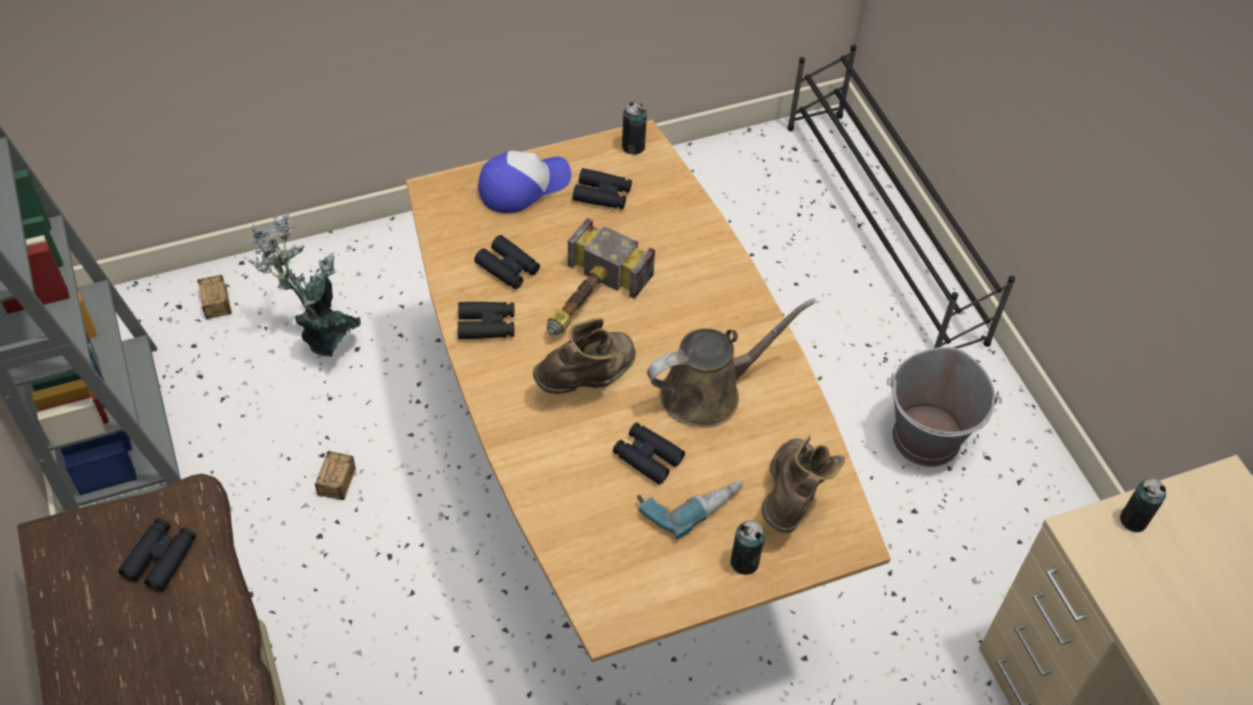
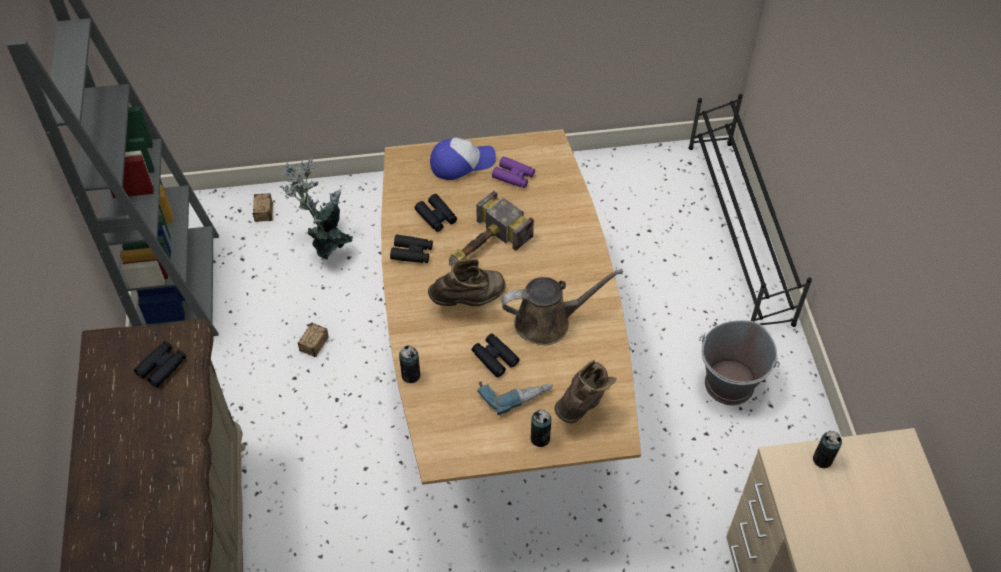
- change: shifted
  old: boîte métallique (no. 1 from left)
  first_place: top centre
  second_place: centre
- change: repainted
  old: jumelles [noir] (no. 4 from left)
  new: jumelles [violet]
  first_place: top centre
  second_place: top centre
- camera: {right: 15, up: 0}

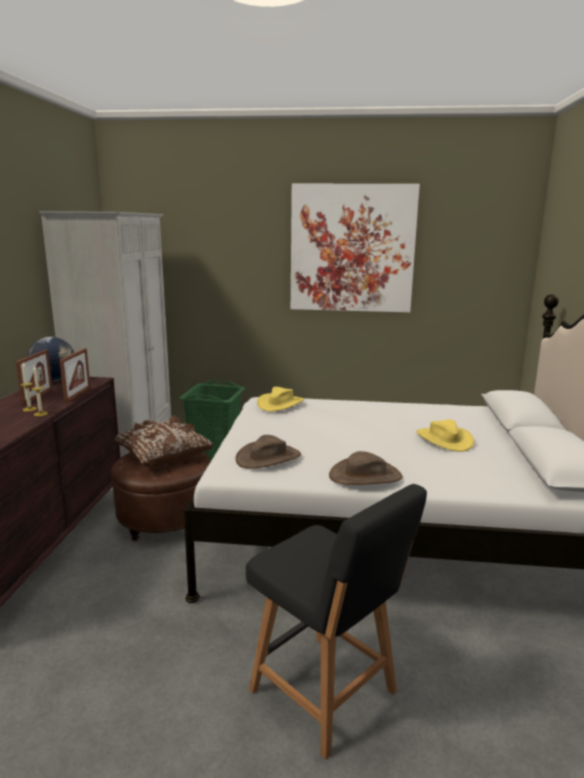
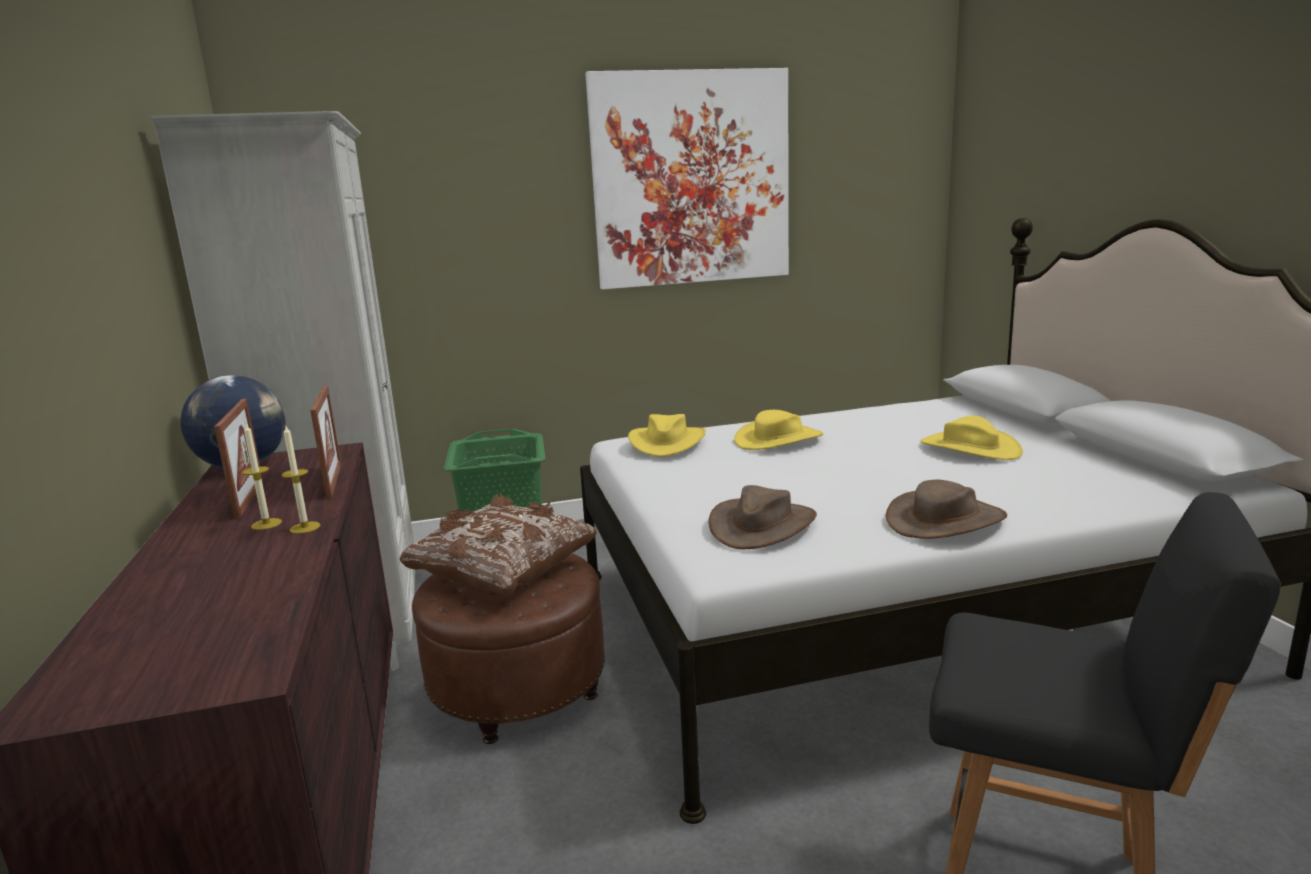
- change: new
  new: chapeau [jaune] (no. 2 from left)
  second_place: centre
- camera: {right: -20, up: 0}

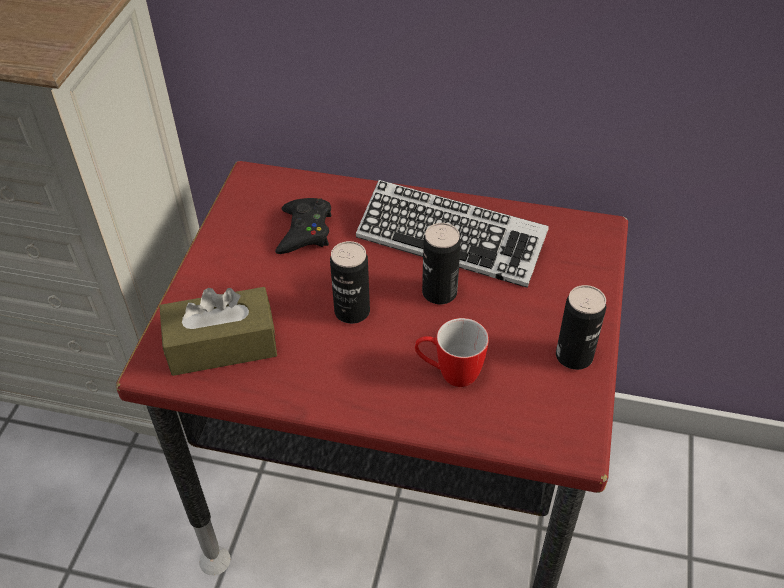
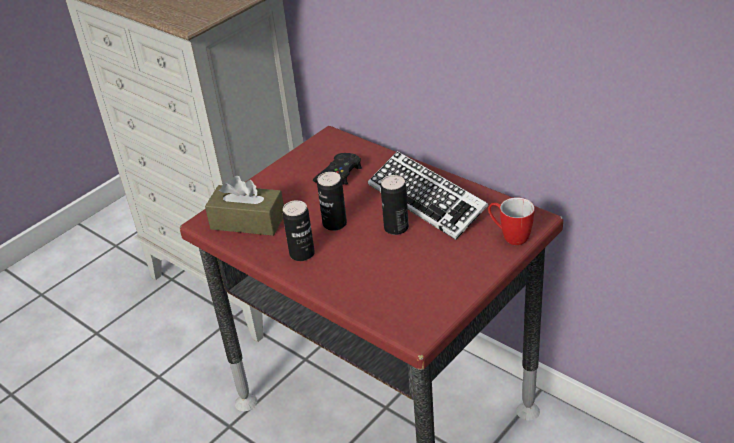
- change: shifted
  old: boîte métallique (no. 3 from left in the first image)
  new: boîte métallique (no. 1 from left)
  first_place: middle right
  second_place: centre
- change: shifted
  old: mug
  first_place: centre
  second_place: middle right
- camera: {right: 30, up: -10}

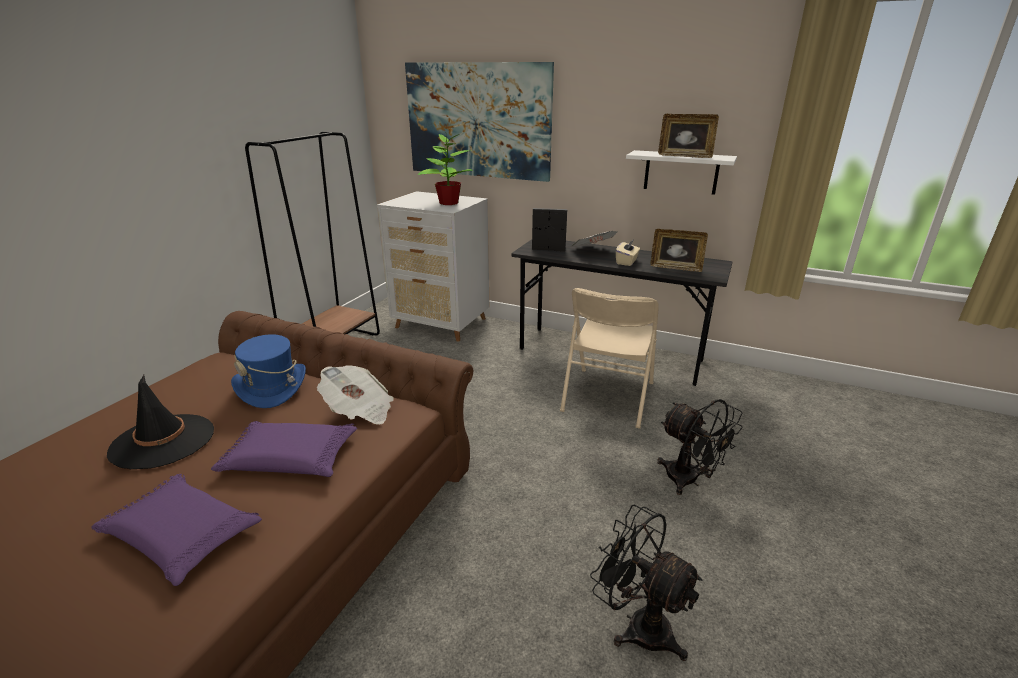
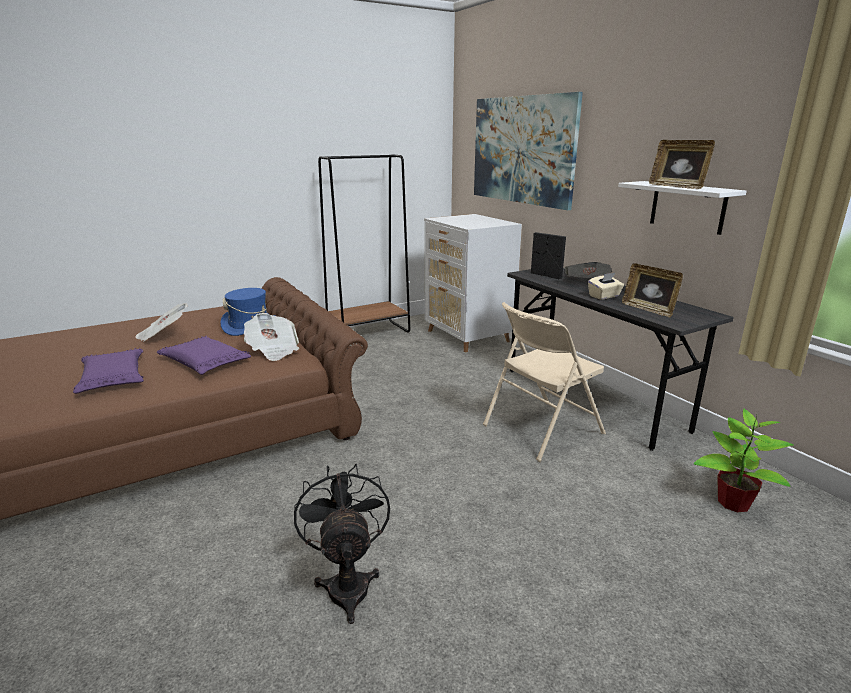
- change: swapped
  old: chapeau [noir]
  new: journal (no. 1 from left)
  first_place: middle left
  second_place: middle left
- change: shifted
  old: plante en pot
  first_place: top centre
  second_place: middle right
- change: gone
  old: ventilateur [noir] (no. 2 from left)
  first_place: middle right
- camera: {right: 35, up: -5}

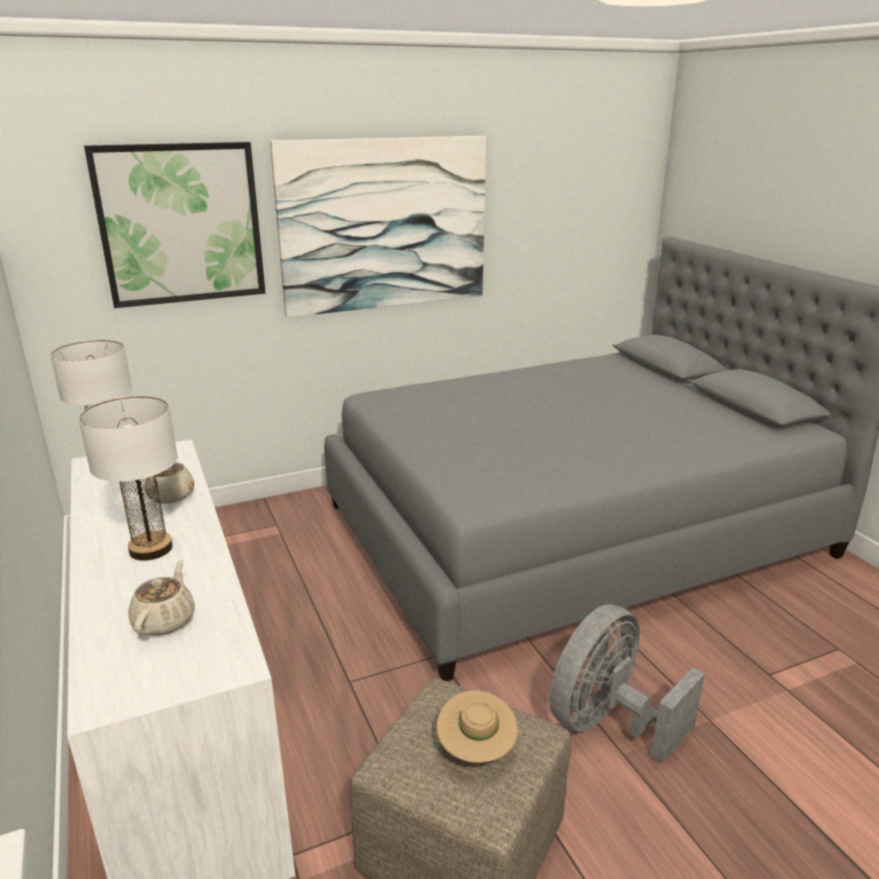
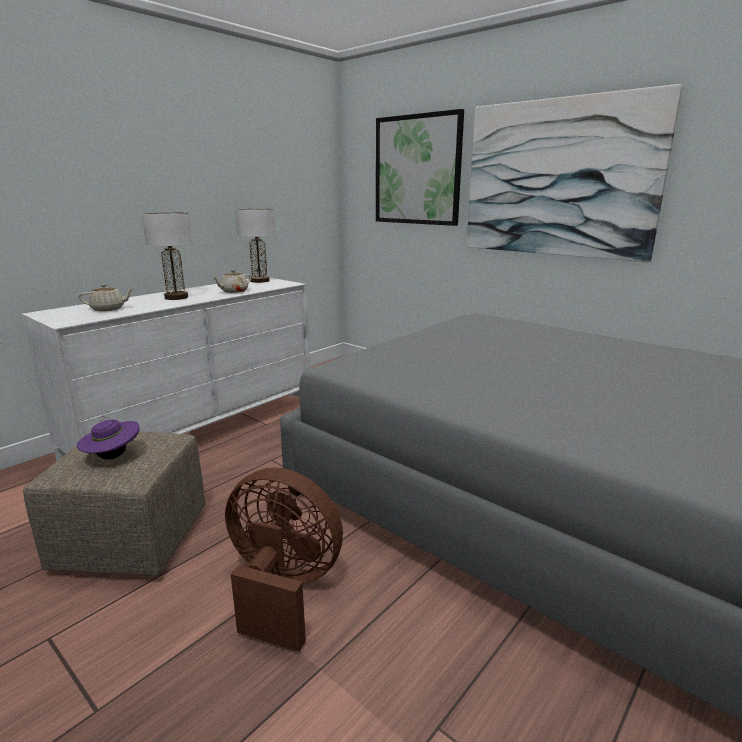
- change: repainted
  old: chapeau [beige]
  new: chapeau [violet]
  first_place: bottom centre
  second_place: middle left
- change: repainted
  old: ventilateur [gris]
  new: ventilateur [marron]
  first_place: bottom right
  second_place: bottom centre
- camera: {right: 65, up: -5}

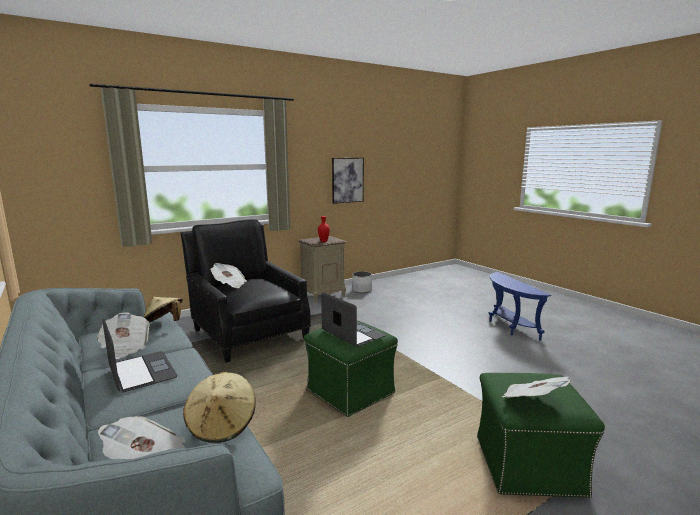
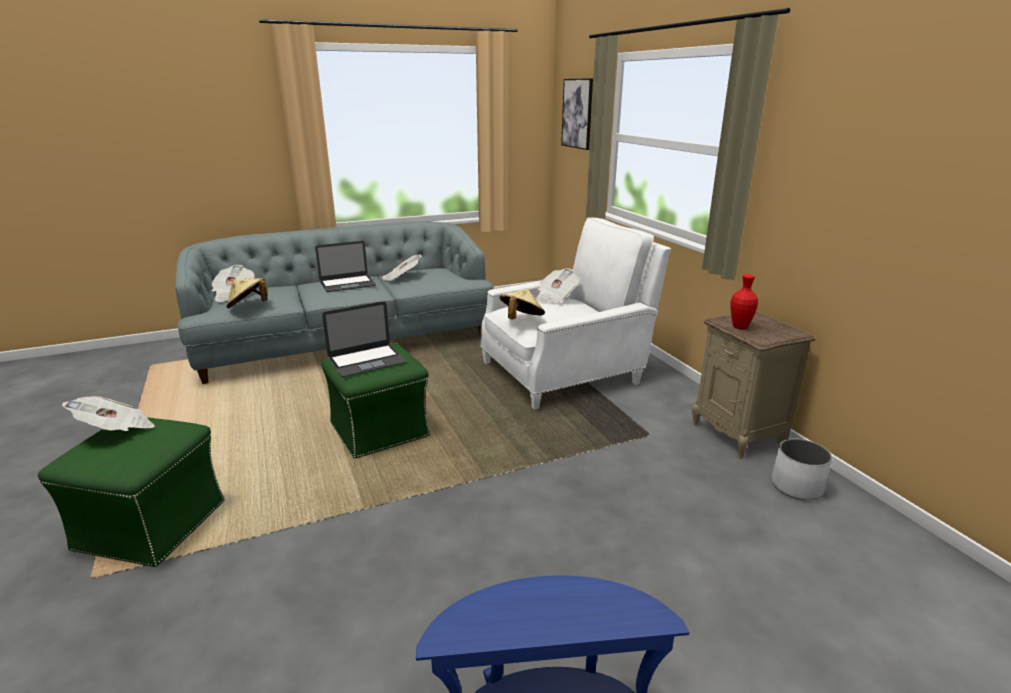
- change: repainted
  old: fauteuil [noir]
  new: fauteuil [blanc]
  first_place: centre
  second_place: centre
- change: shifted
  old: chapeau [beige] (no. 1 from left in the first image)
  new: chapeau [beige] (no. 2 from left)
  first_place: middle left
  second_place: centre
- change: shifted
  old: tableau
  first_place: centre
  second_place: top centre
- camera: {right: 100, up: 10}

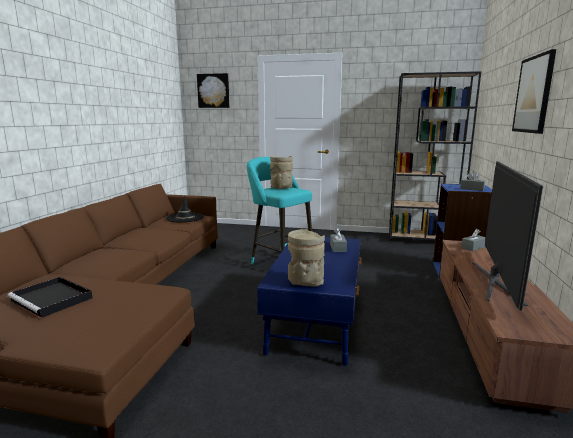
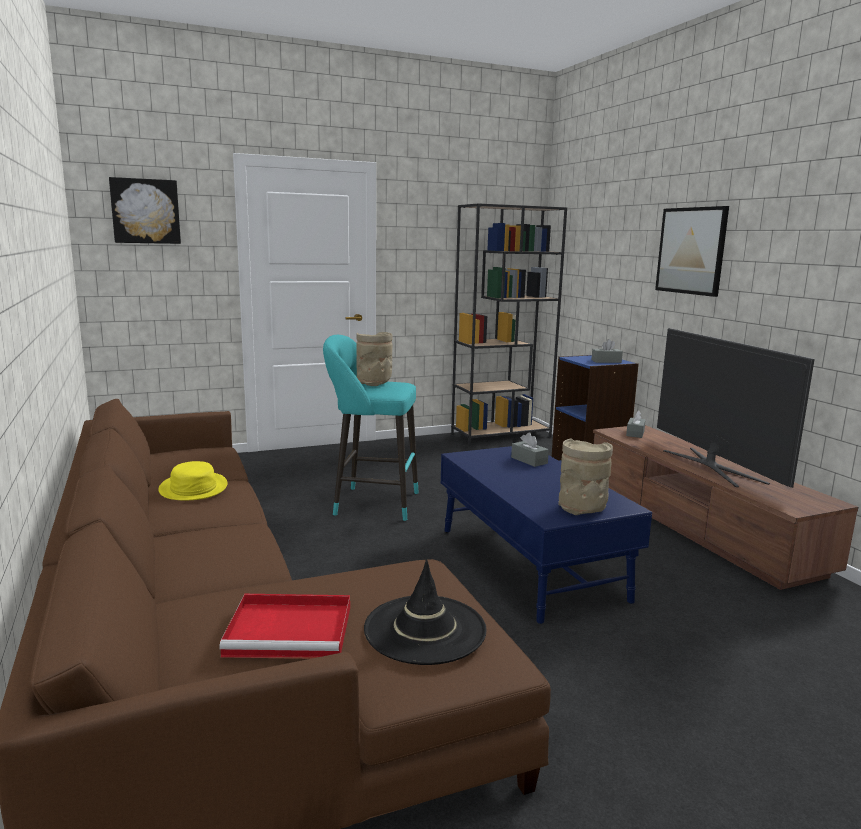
- change: new
  new: chapeau [jaune]
  second_place: middle left
- change: repainted
  old: plateau [noir]
  new: plateau [rouge]
  first_place: bottom left
  second_place: bottom left
- change: shifted
  old: chapeau [noir]
  first_place: middle left
  second_place: bottom centre
- camera: {right: -35, up: 0}

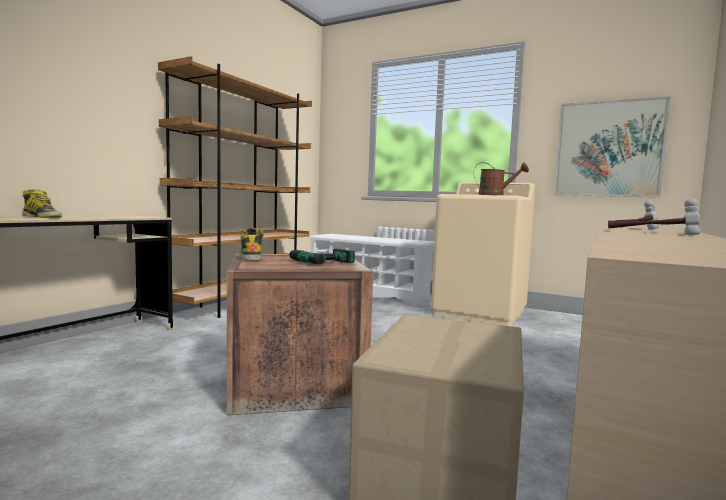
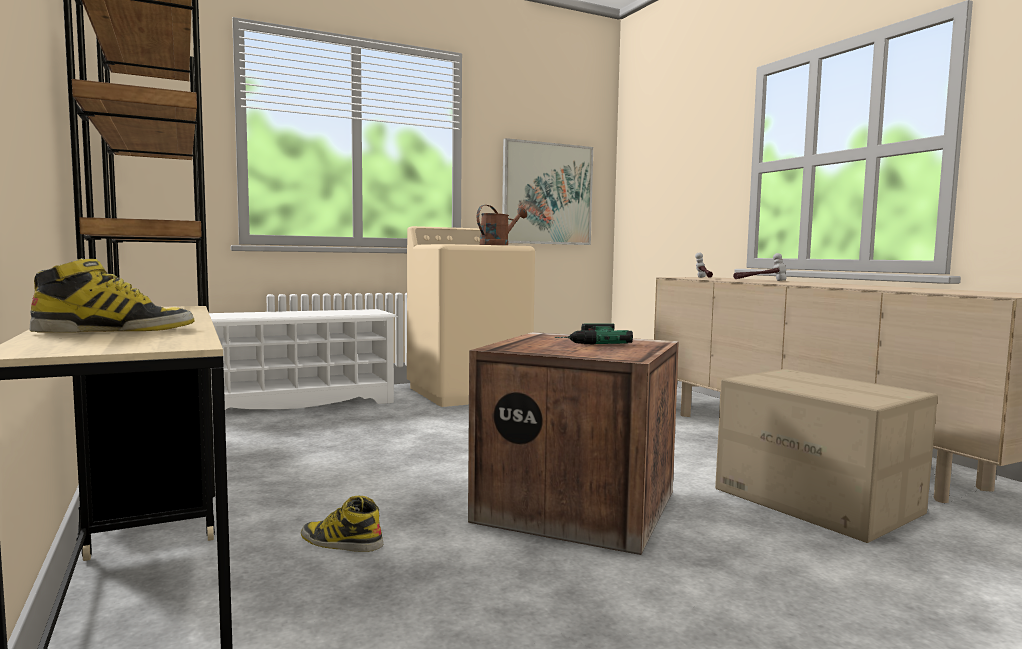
- change: shifted
  old: botte (no. 2 from left)
  first_place: centre
  second_place: bottom centre
- camera: {right: -55, up: 0}

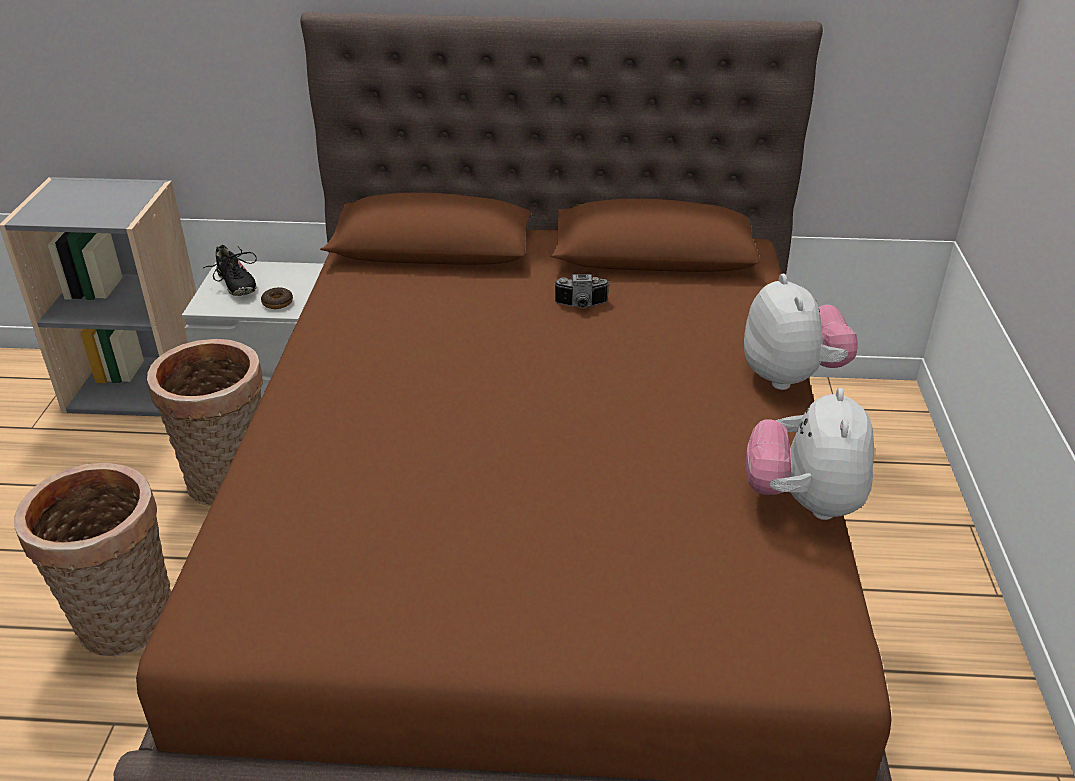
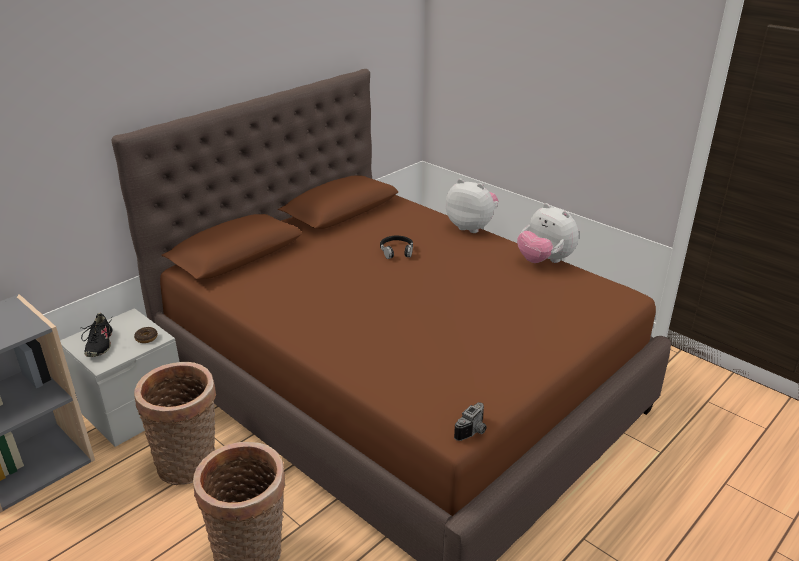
- change: rotated
  old: chaussure [noir]
  first_place: middle left
  second_place: middle left
  degrees: 75
- change: new
  new: casque audio [noir]
  second_place: centre
- change: shifted
  old: appareil photo
  first_place: centre
  second_place: bottom centre
- camera: {right: -50, up: -5}

